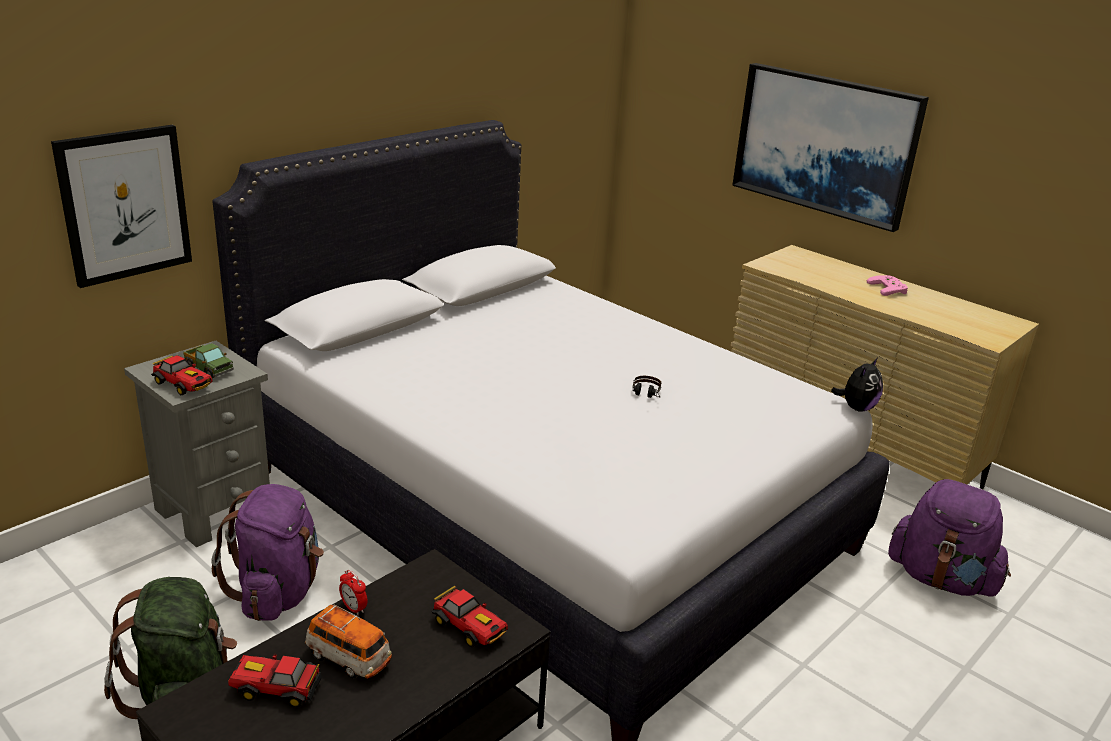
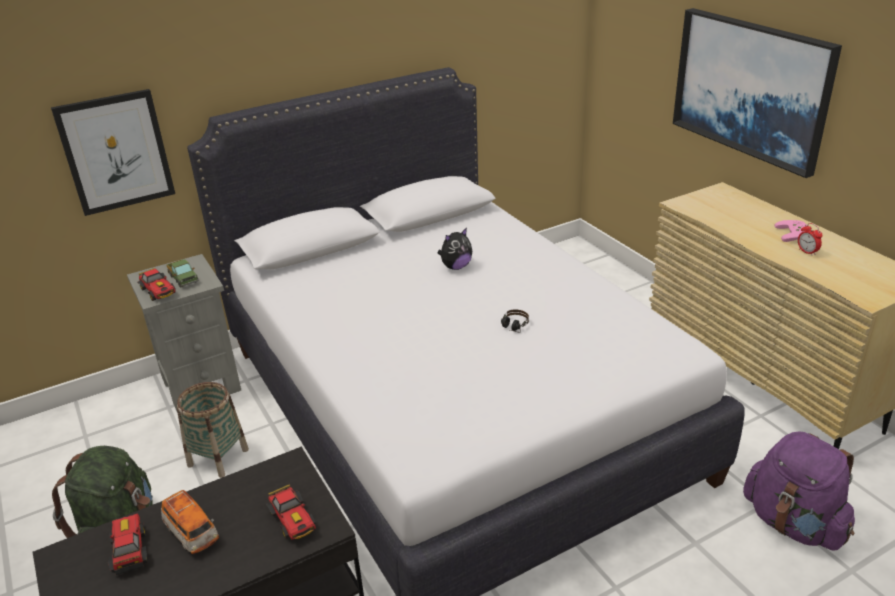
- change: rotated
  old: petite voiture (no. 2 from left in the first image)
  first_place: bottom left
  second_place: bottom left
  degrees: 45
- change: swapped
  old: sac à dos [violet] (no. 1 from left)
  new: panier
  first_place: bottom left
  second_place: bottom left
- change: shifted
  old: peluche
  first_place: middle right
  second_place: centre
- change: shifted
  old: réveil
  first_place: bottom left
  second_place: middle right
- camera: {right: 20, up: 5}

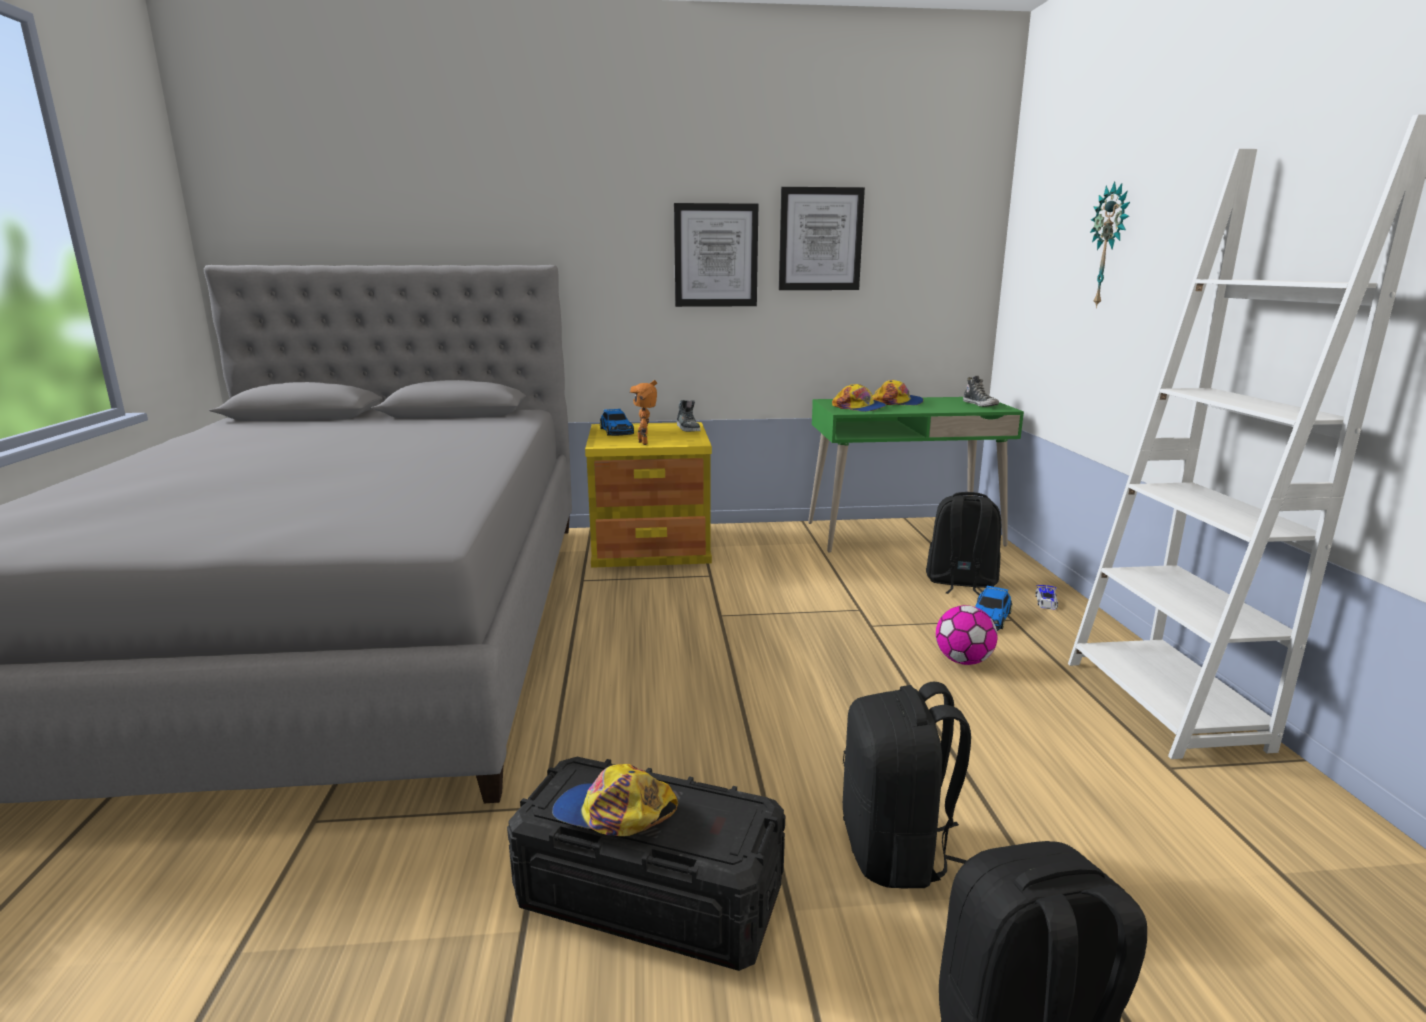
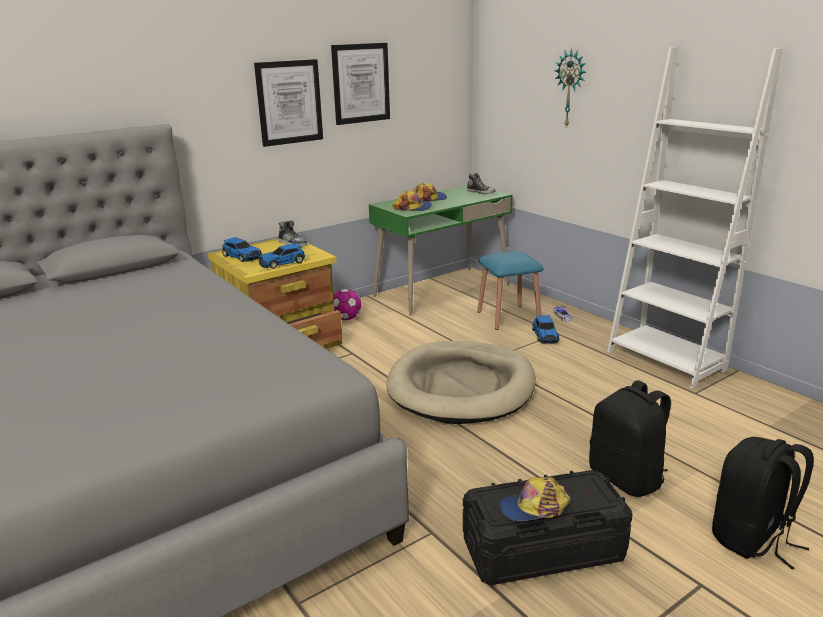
- change: swapped
  old: robot jouet
  new: petite voiture (no. 2 from left)
  first_place: centre
  second_place: centre
- change: shifted
  old: ballon de foot
  first_place: middle right
  second_place: centre
- change: new
  new: panier pour chien [beige]
  second_place: centre
- change: swapped
  old: sac à dos [noir] (no. 2 from left)
  new: tabouret [bleu]
  first_place: middle right
  second_place: centre
- camera: {right: -30, up: 5}

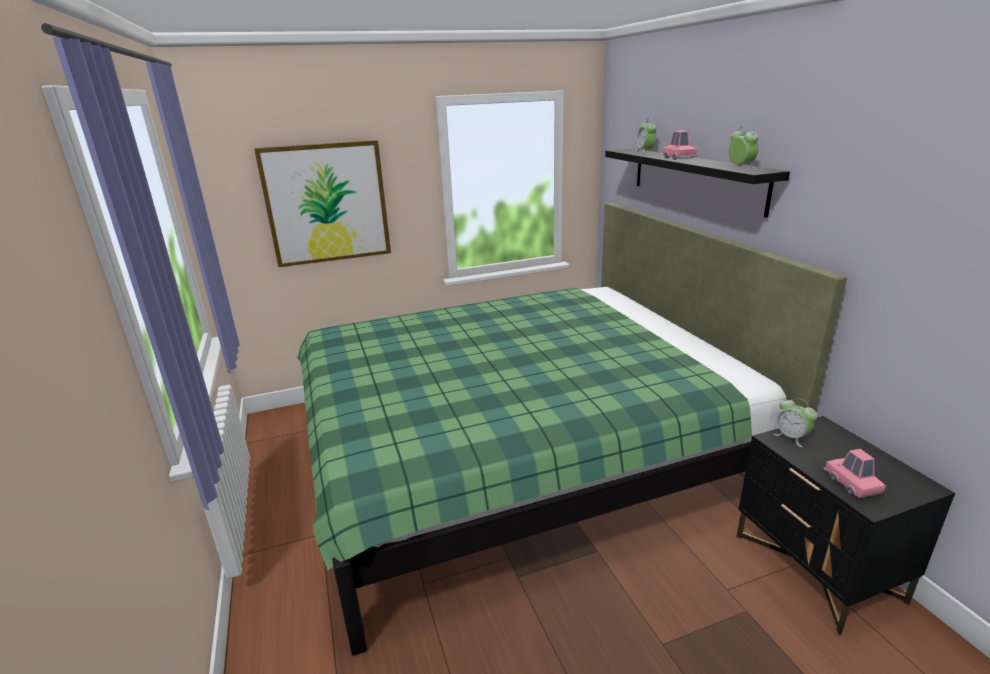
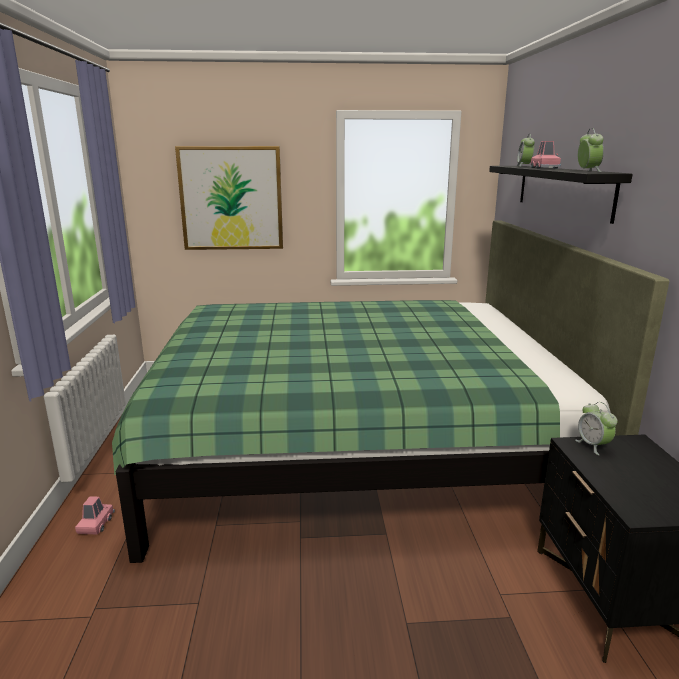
- change: shifted
  old: petite voiture [rose] (no. 2 from left in the first image)
  new: petite voiture [rose] (no. 1 from left)
  first_place: bottom right
  second_place: bottom left
- camera: {right: 15, up: -5}

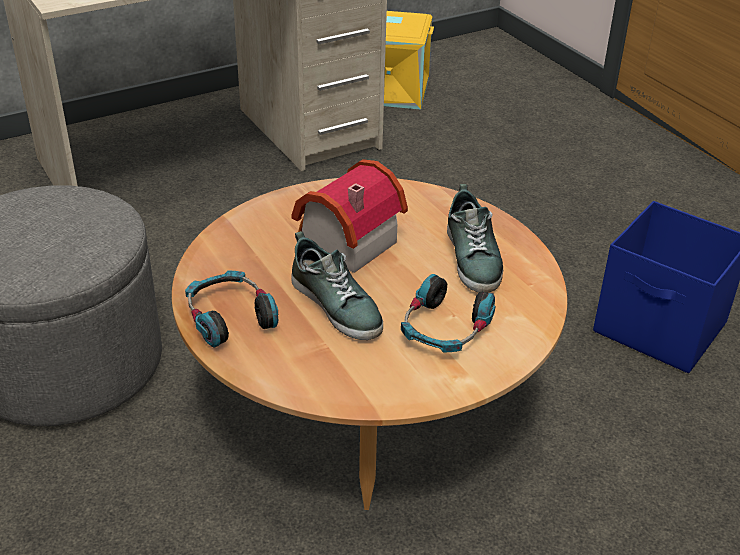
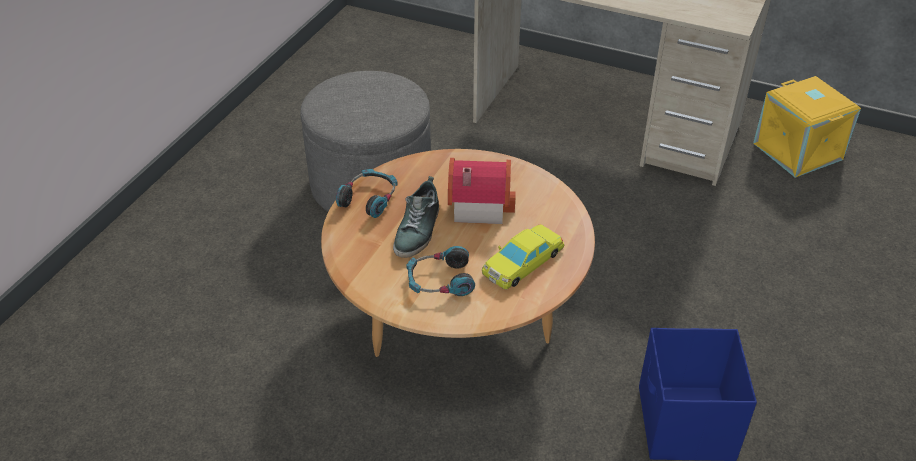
- change: swapped
  old: chaussure (no. 2 from left)
  new: petite voiture [jaune]
  first_place: centre
  second_place: centre
- camera: {right: 55, up: 5}

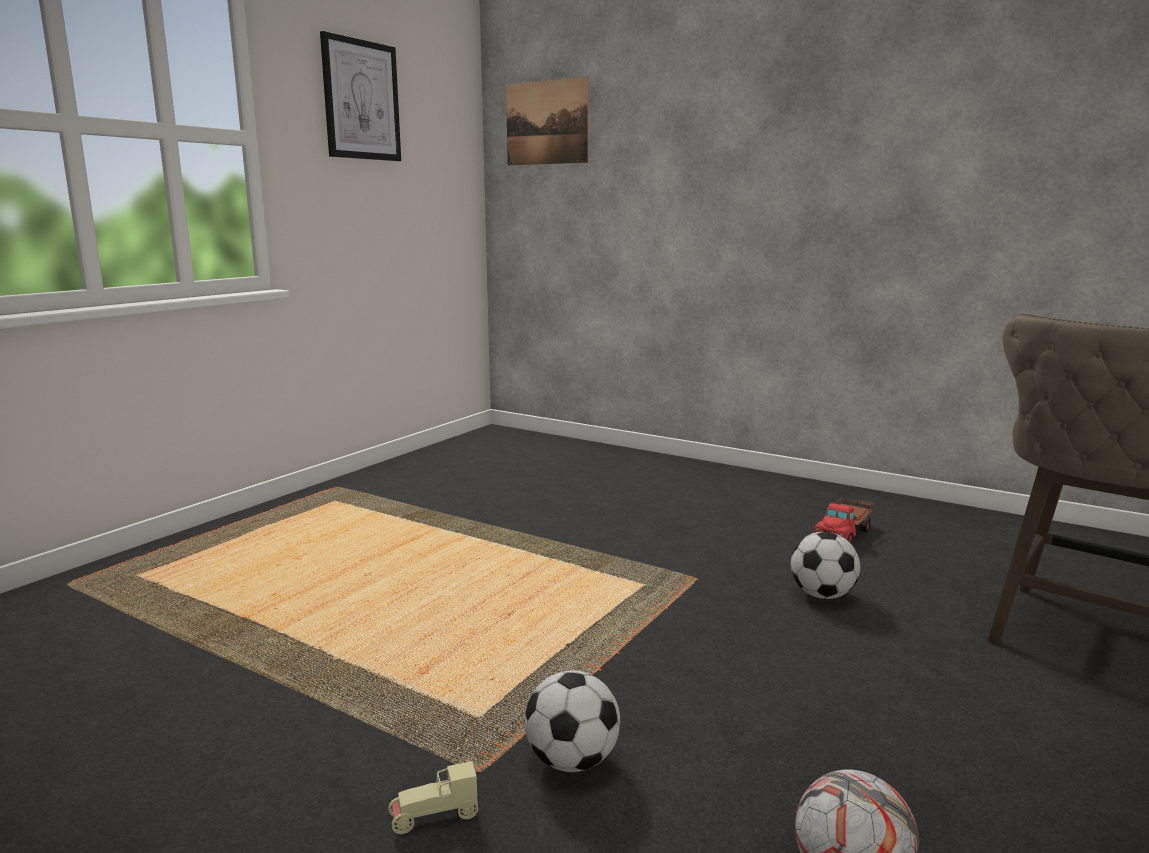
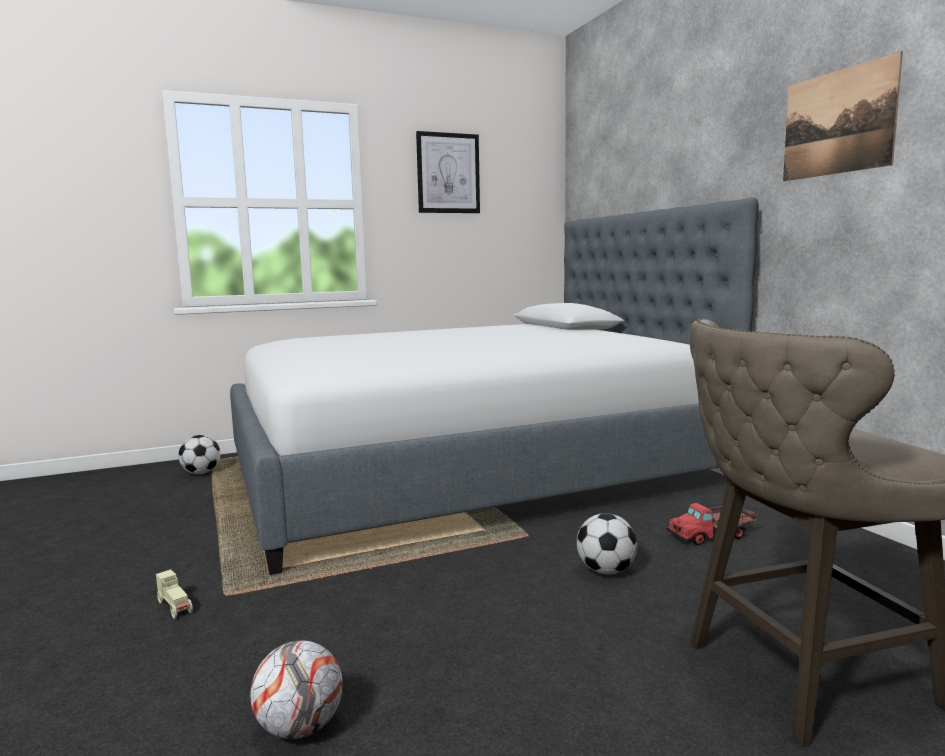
- change: rotated
  old: petite voiture [beige]
  first_place: bottom centre
  second_place: bottom left
  degrees: -150
- change: shifted
  old: ballon de foot (no. 1 from left)
  first_place: bottom centre
  second_place: middle left
- change: new
  new: lit
  second_place: centre
- change: shifted
  old: tableau (no. 2 from left)
  first_place: top centre
  second_place: top right
- camera: {right: 35, up: -5}

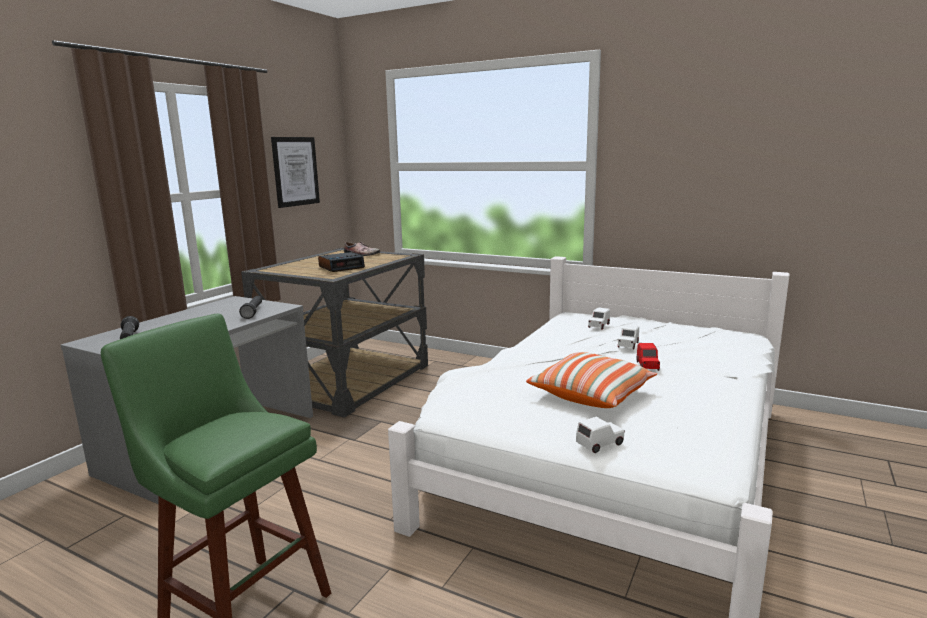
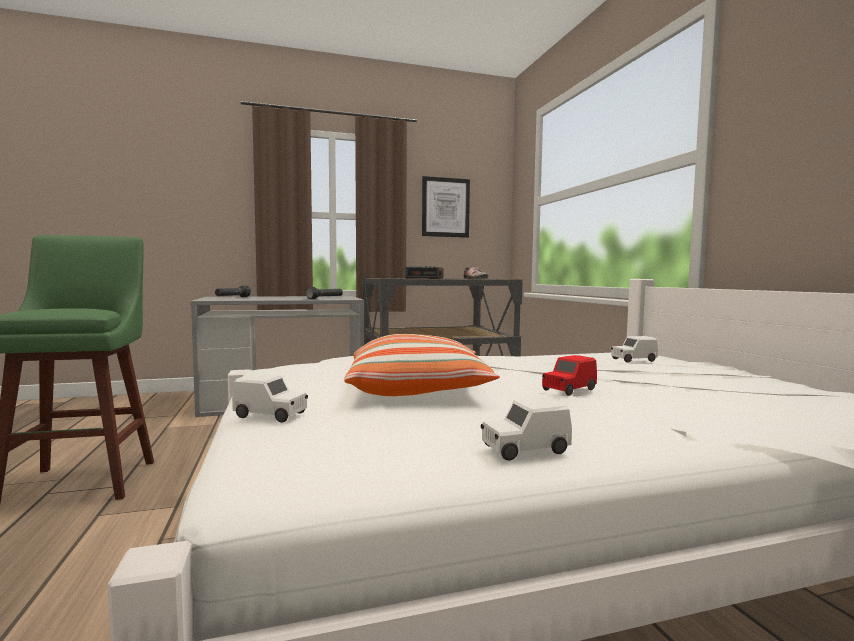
- change: shifted
  old: petite voiture [blanc] (no. 3 from left in the first image)
  new: petite voiture [blanc] (no. 2 from left)
  first_place: middle right
  second_place: bottom centre
- camera: {right: 45, up: -10}

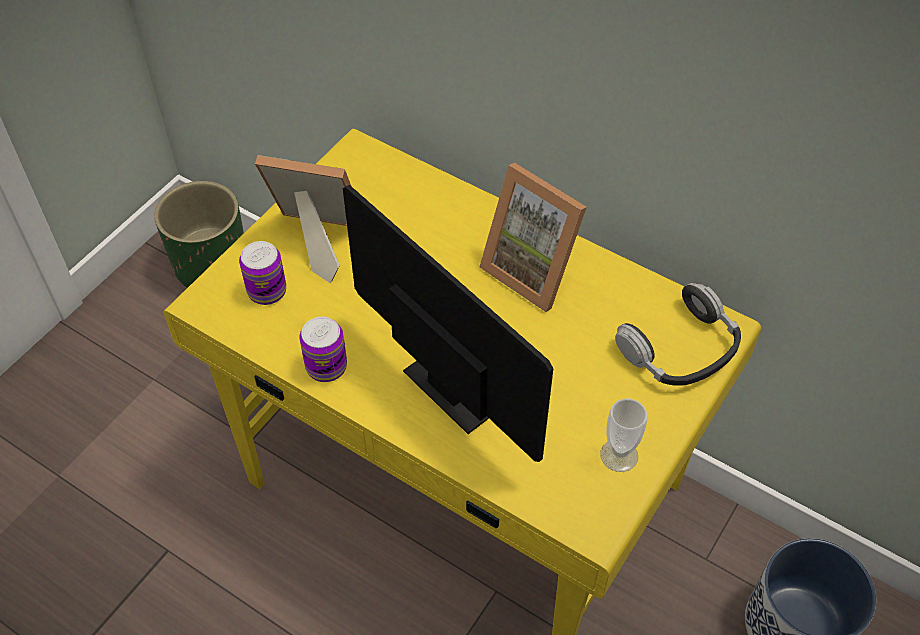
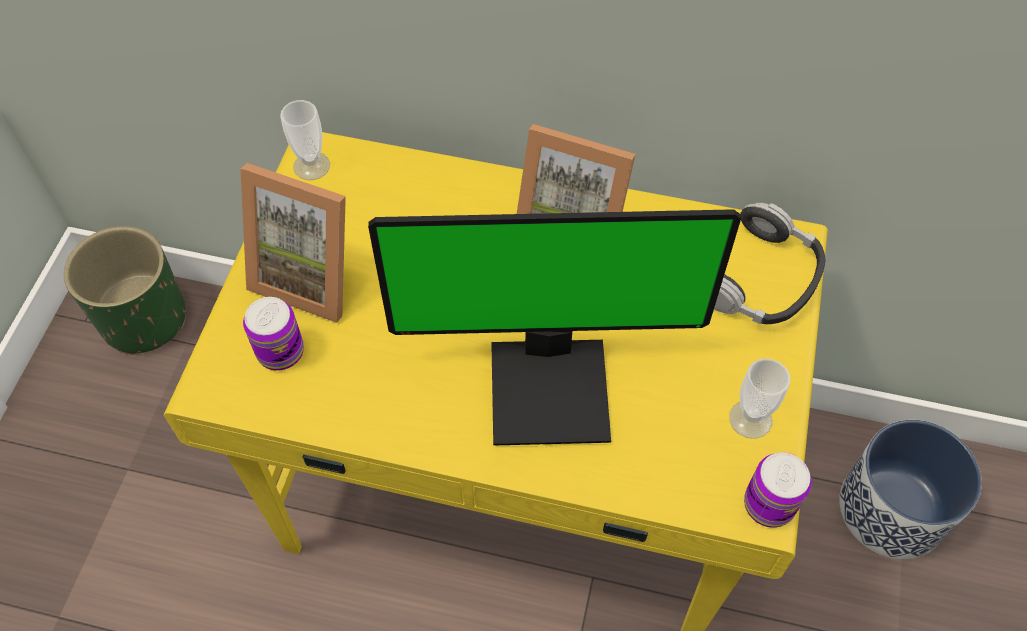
- change: rotated
  old: cadre photo (no. 1 from left)
  first_place: middle left
  second_place: middle left
  degrees: -150
- change: new
  new: tasse (no. 1 from left)
  second_place: top left
- change: rotated
  old: écran d'ordinateur
  first_place: centre
  second_place: centre
  degrees: 150
- change: shifted
  old: boîte métallique (no. 2 from left)
  first_place: centre
  second_place: bottom right
- camera: {right: -20, up: 5}

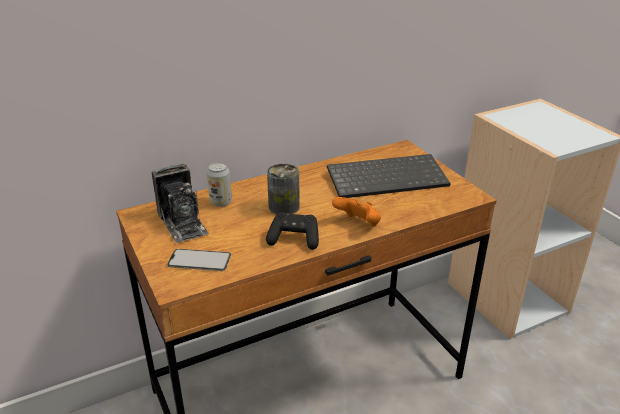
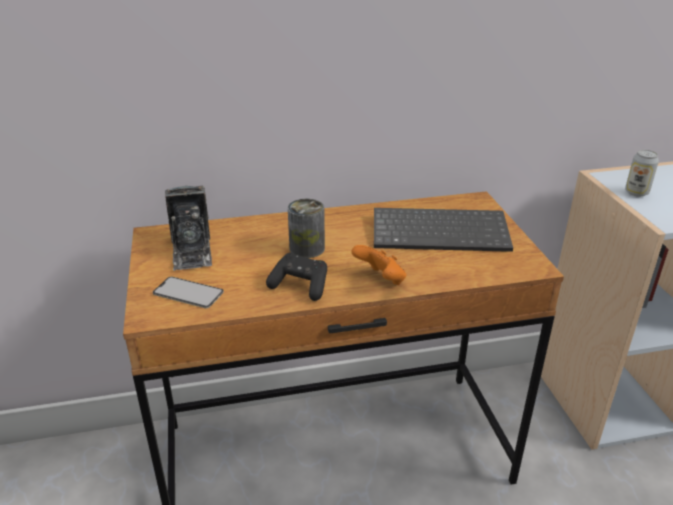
- change: shifted
  old: boîte métallique (no. 1 from left in the first image)
  new: boîte métallique (no. 2 from left)
  first_place: centre
  second_place: middle right
- camera: {right: 15, up: 0}

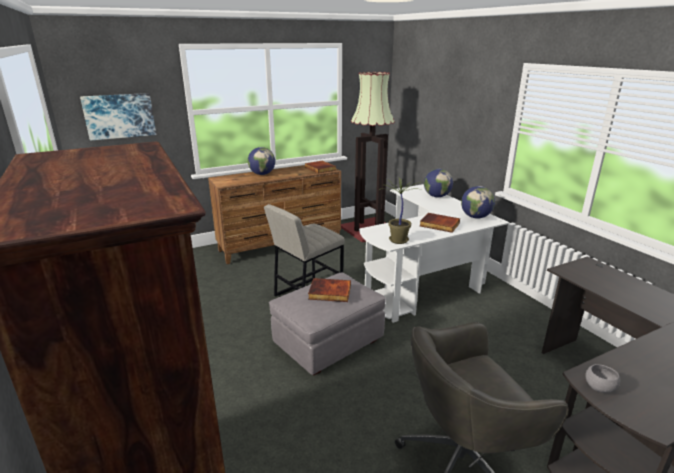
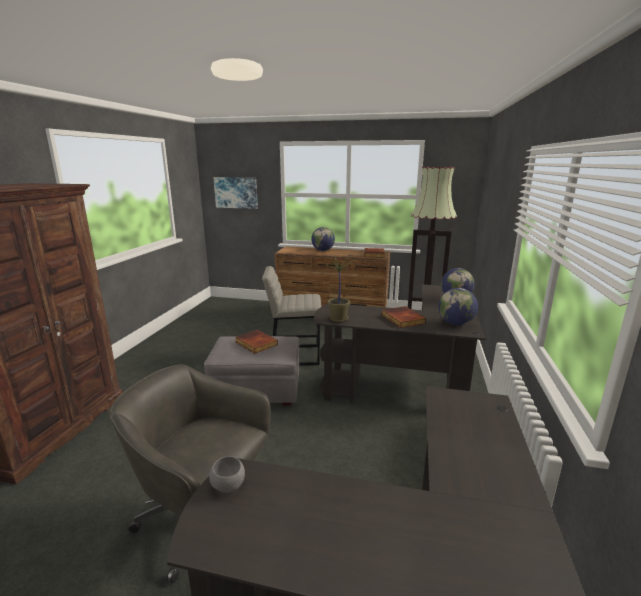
- change: repainted
  old: bureau [blanc]
  new: bureau [noir] (no. 2 from left)
  first_place: centre
  second_place: centre
- camera: {right: 40, up: -5}

